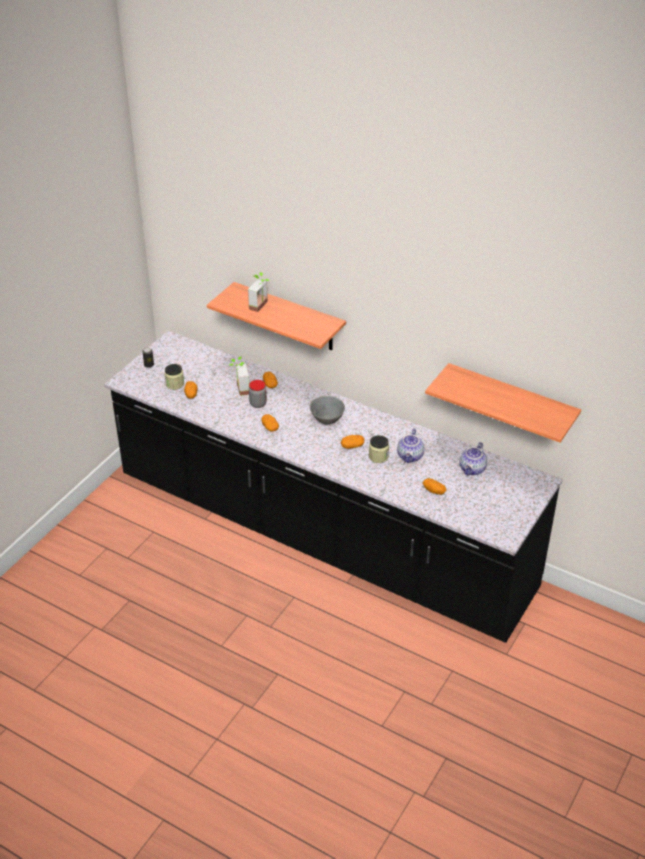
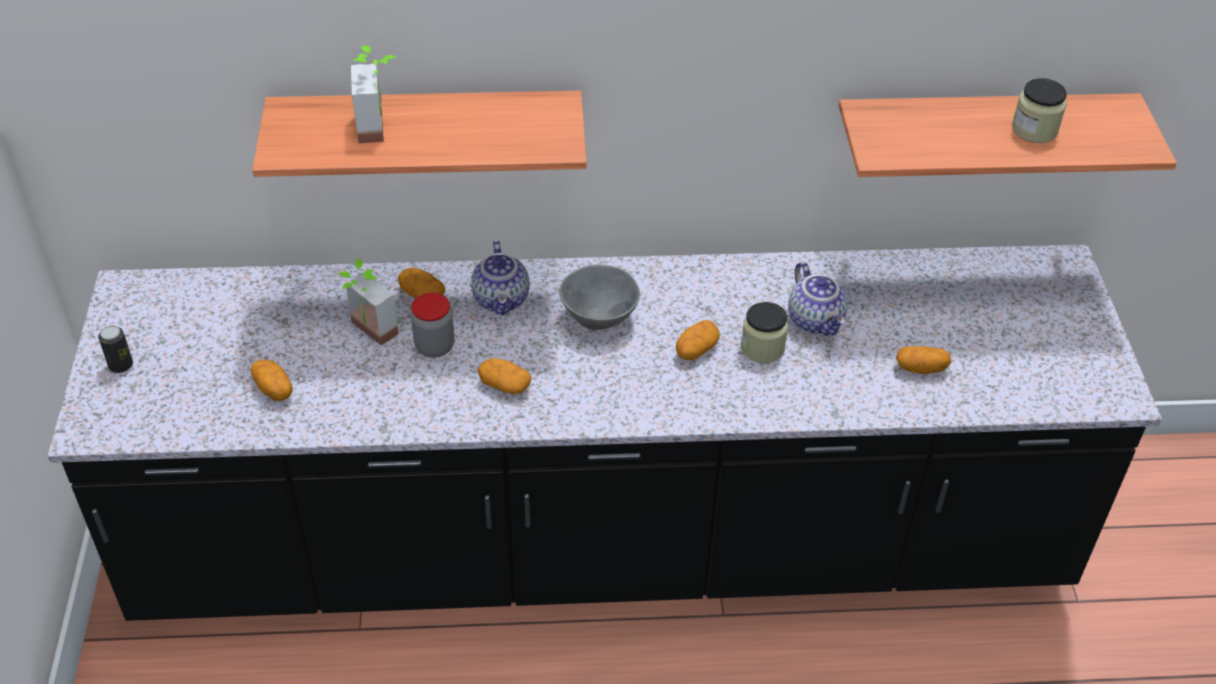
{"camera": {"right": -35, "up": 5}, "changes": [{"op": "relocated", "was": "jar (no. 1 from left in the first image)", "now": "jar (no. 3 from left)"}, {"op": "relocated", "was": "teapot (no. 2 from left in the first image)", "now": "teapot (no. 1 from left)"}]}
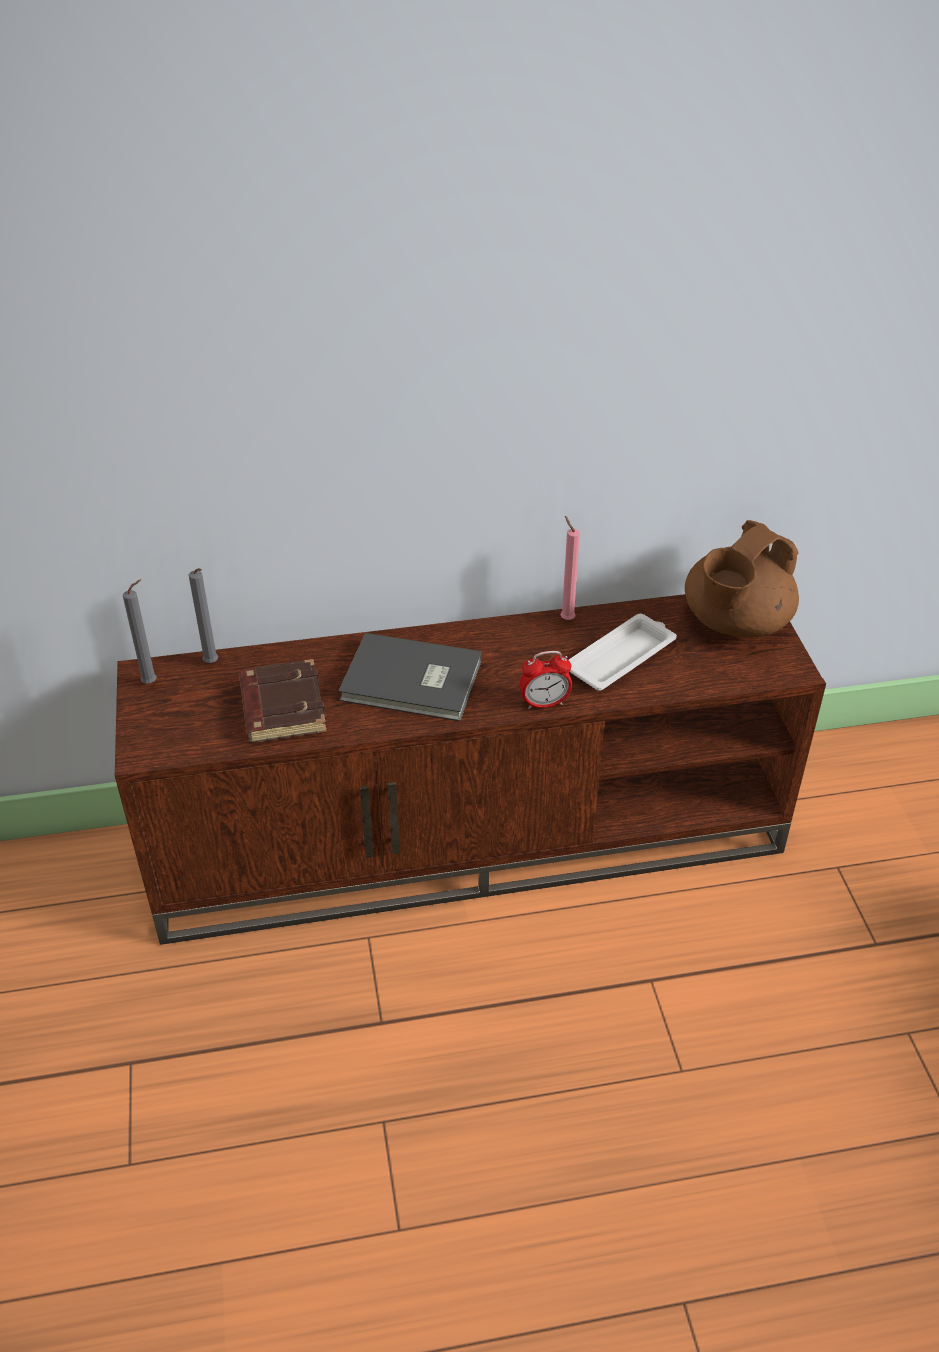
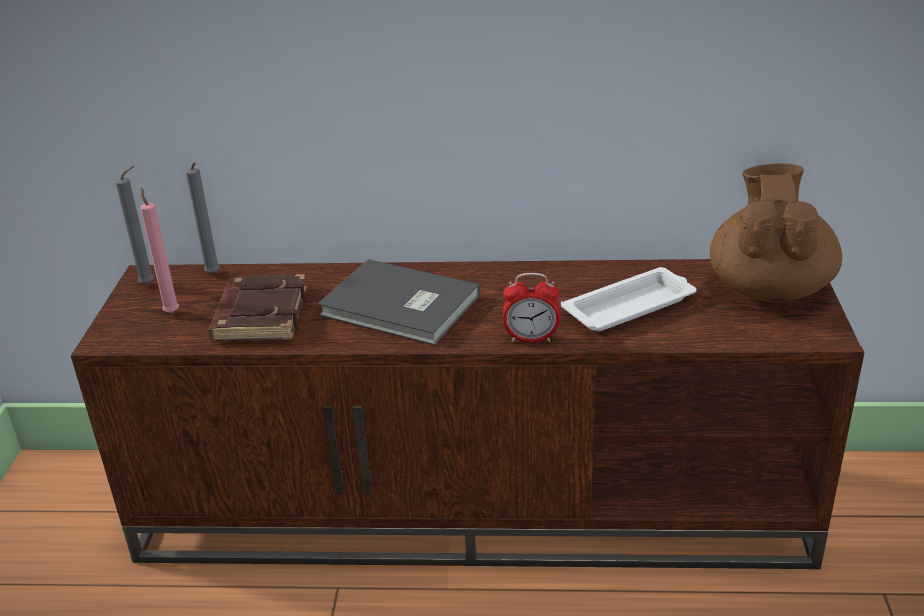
{"camera": {"right": 15, "up": -10}, "changes": [{"op": "relocated", "was": "pink candle"}, {"op": "spun", "was": "brown teapot", "clockwise": 135}]}
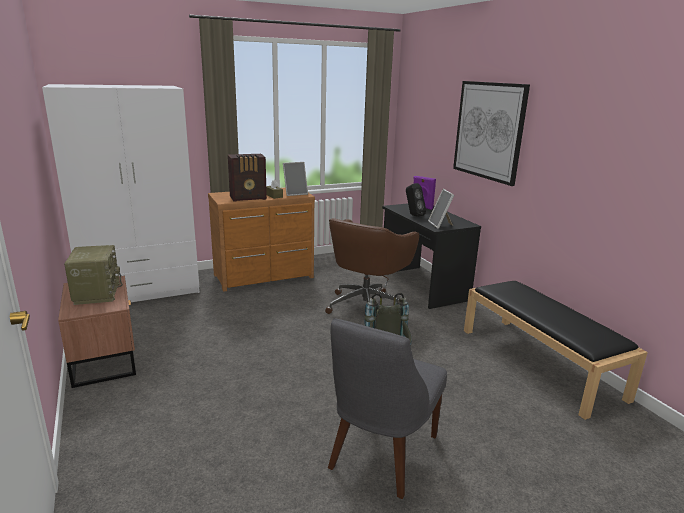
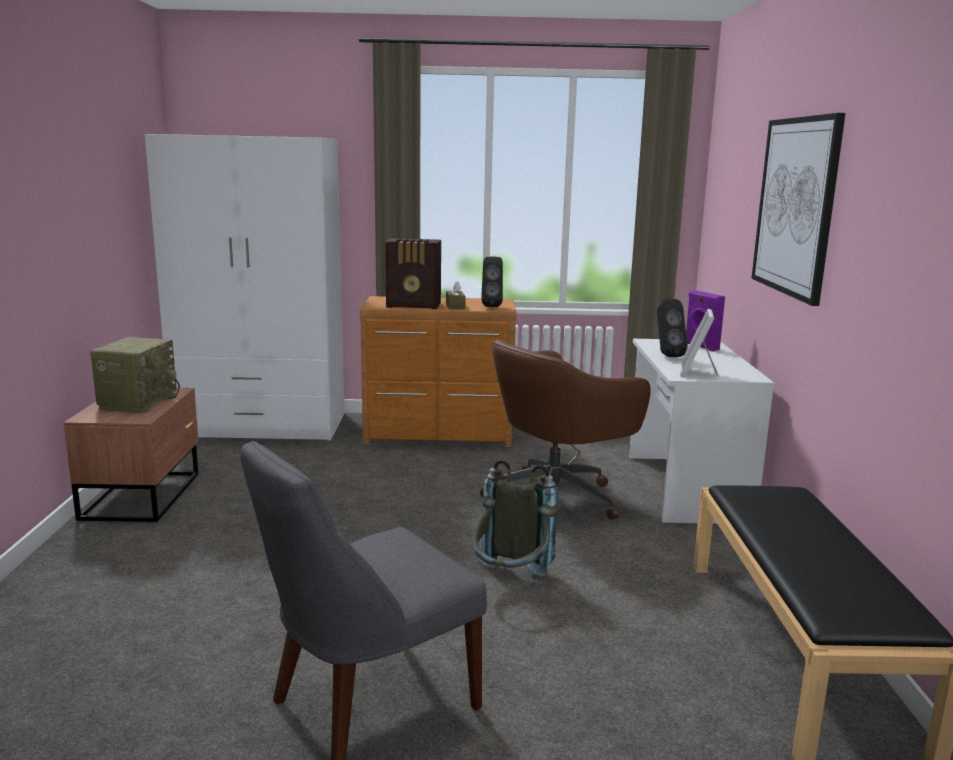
{"camera": {"right": 25, "up": -5}, "changes": [{"op": "exchanged", "was": "picture frame (no. 1 from left)", "now": "black speaker (no. 1 from left)"}, {"op": "colour", "was": "black desk", "now": "white desk"}]}
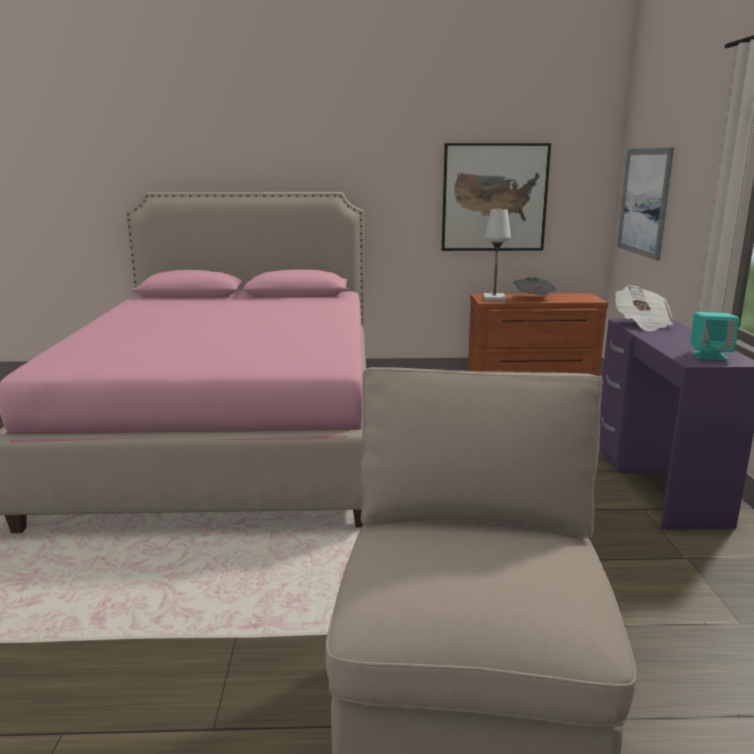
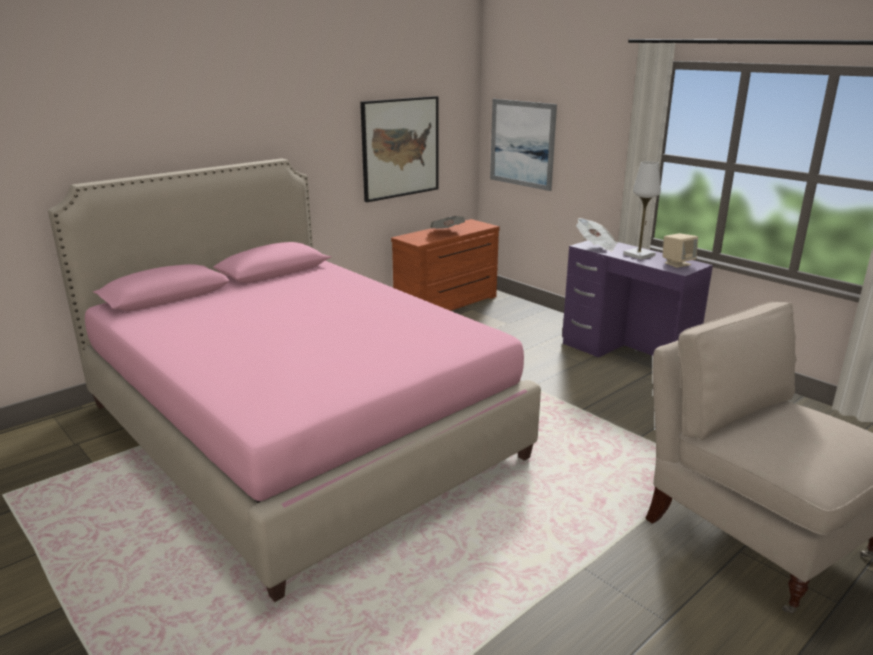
{"camera": {"right": -40, "up": 5}, "changes": [{"op": "relocated", "was": "white table lamp"}, {"op": "colour", "was": "turquoise speaker", "now": "beige speaker"}]}
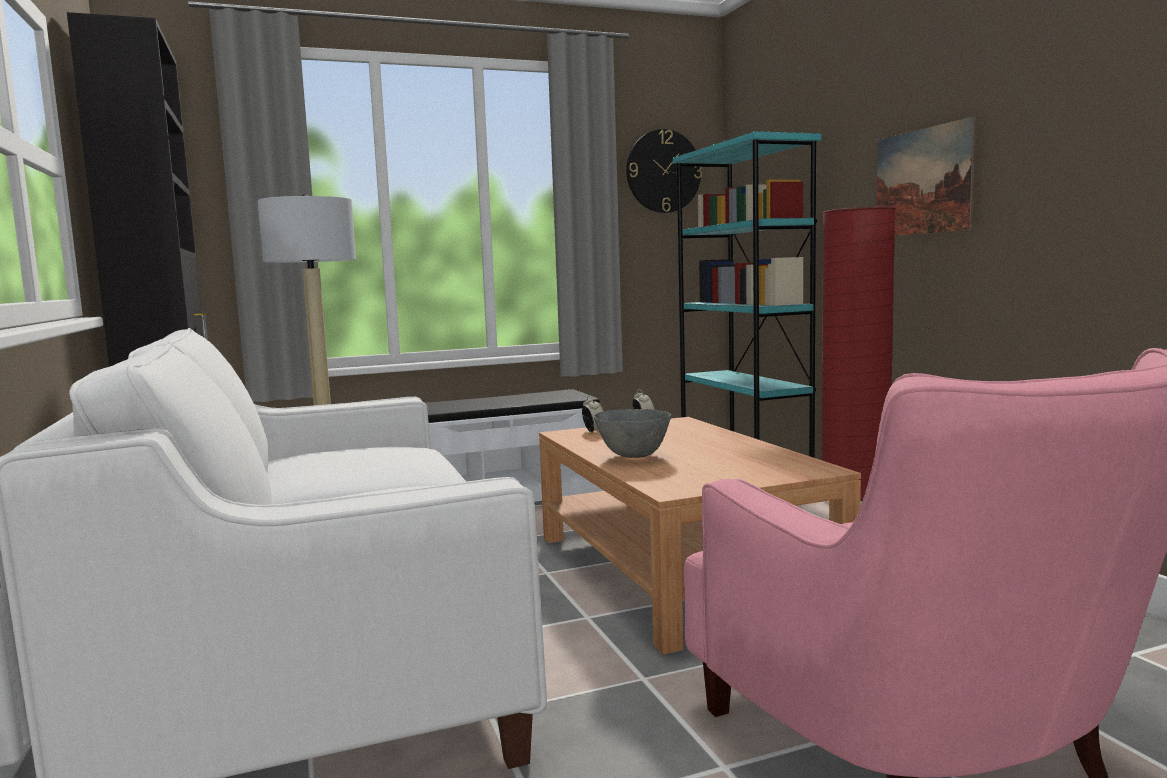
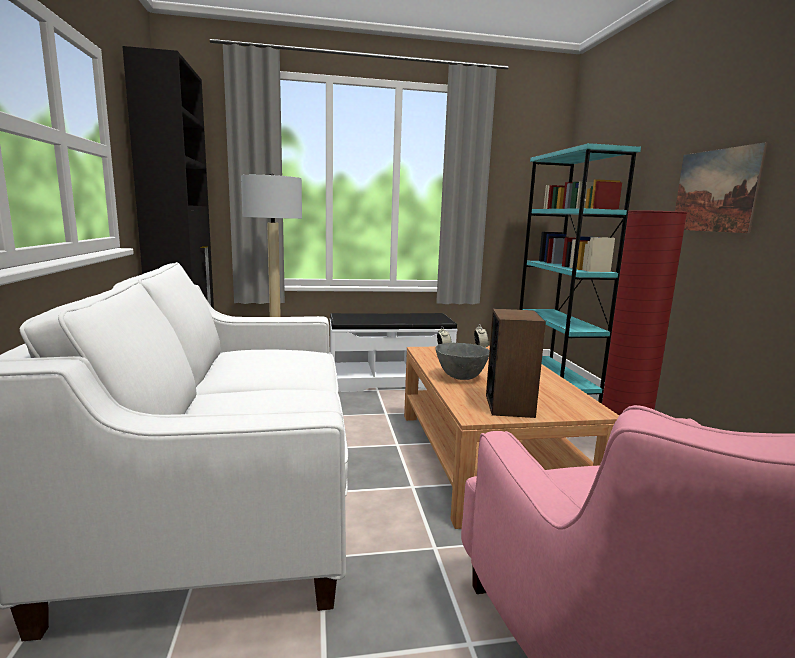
{"camera": {"right": 10, "up": 5}, "changes": [{"op": "missing", "was": "wall clock"}, {"op": "appeared", "now": "speaker"}]}
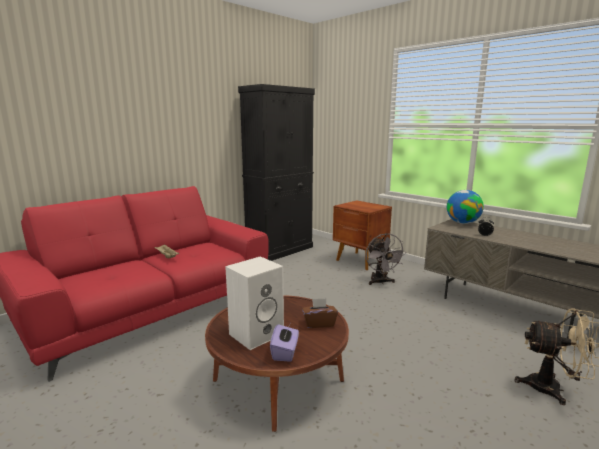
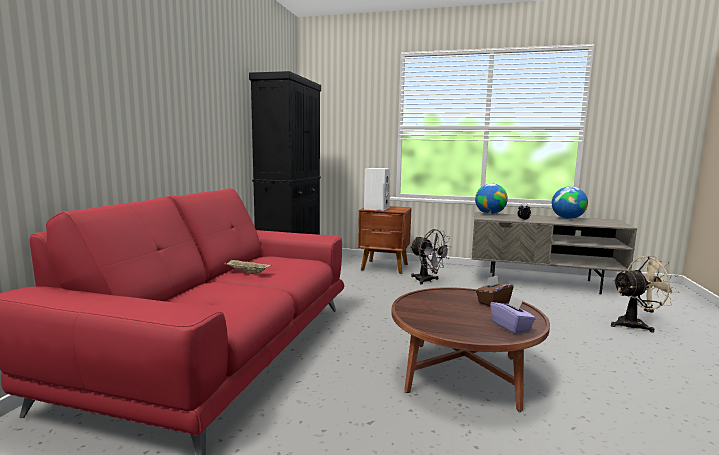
{"camera": {"right": -30, "up": -5}, "changes": [{"op": "appeared", "now": "globe (no. 2 from left)"}, {"op": "relocated", "was": "white speaker"}]}
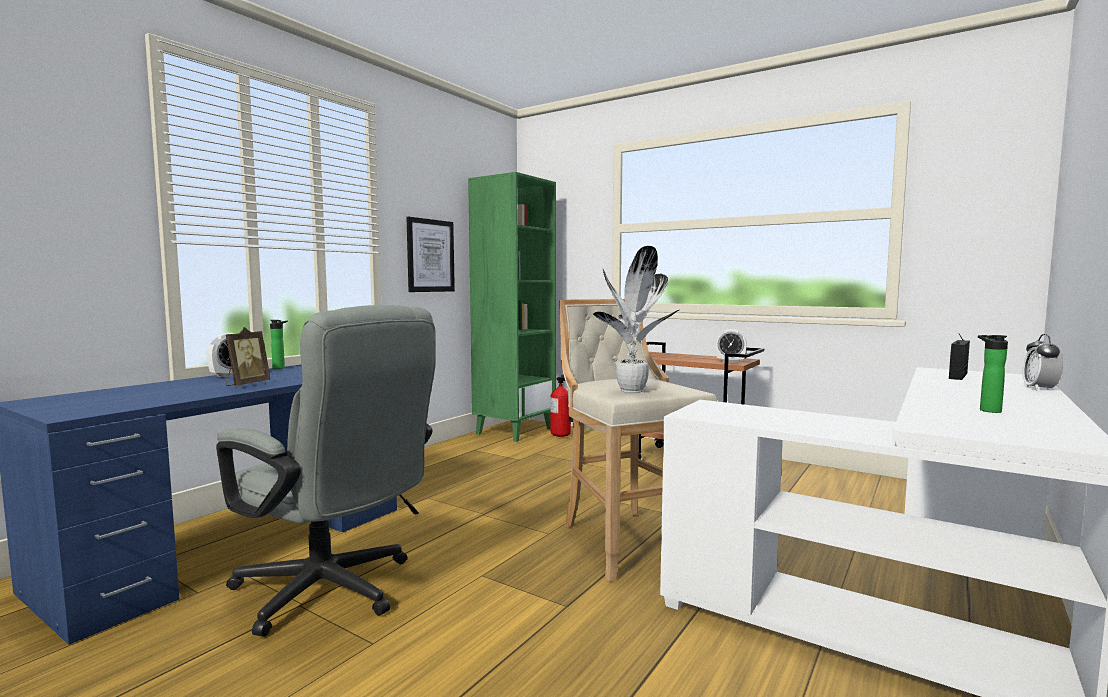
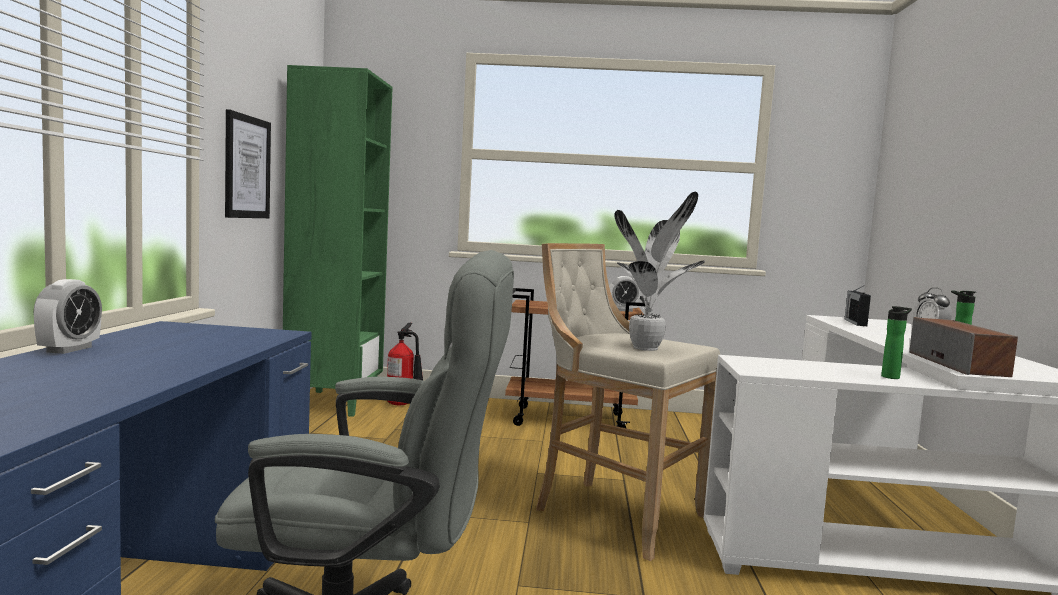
{"camera": {"right": -30, "up": 0}, "changes": [{"op": "missing", "was": "picture frame"}, {"op": "appeared", "now": "speaker"}, {"op": "relocated", "was": "bottle (no. 1 from left)"}]}
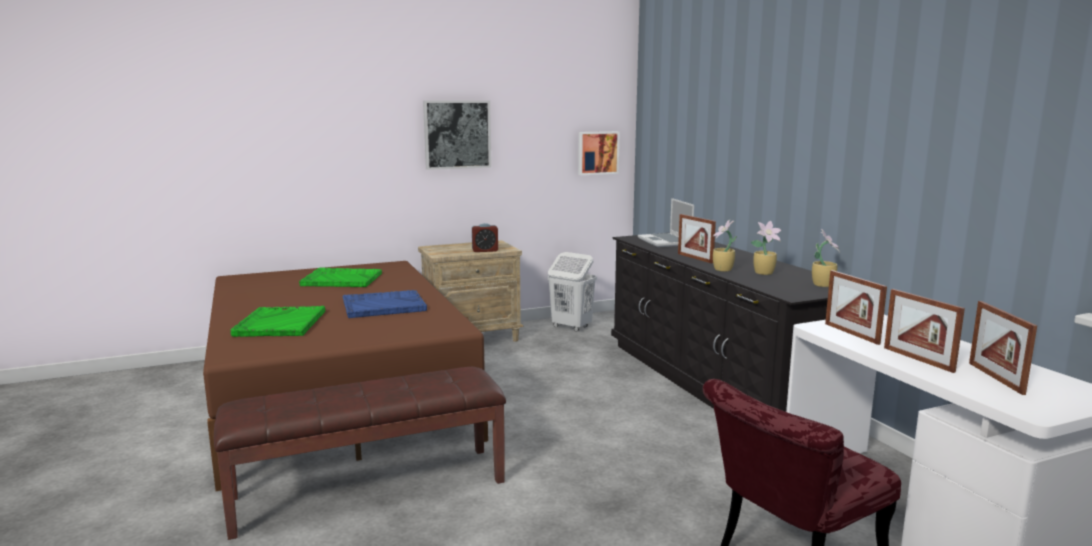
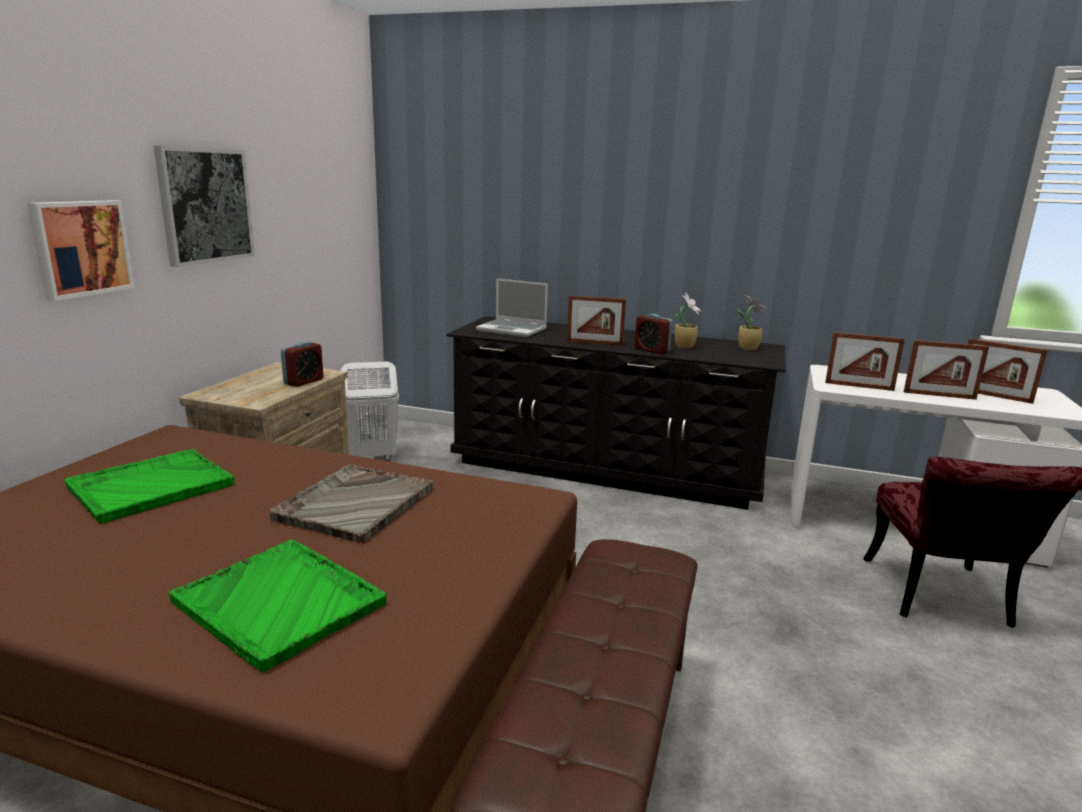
{"camera": {"right": -50, "up": 5}, "changes": [{"op": "relocated", "was": "picture (no. 2 from left in the first image)", "now": "picture (no. 1 from left)"}, {"op": "exchanged", "was": "potted plant (no. 1 from left)", "now": "alarm clock (no. 2 from left)"}, {"op": "colour", "was": "blue tray", "now": "grey tray"}]}
